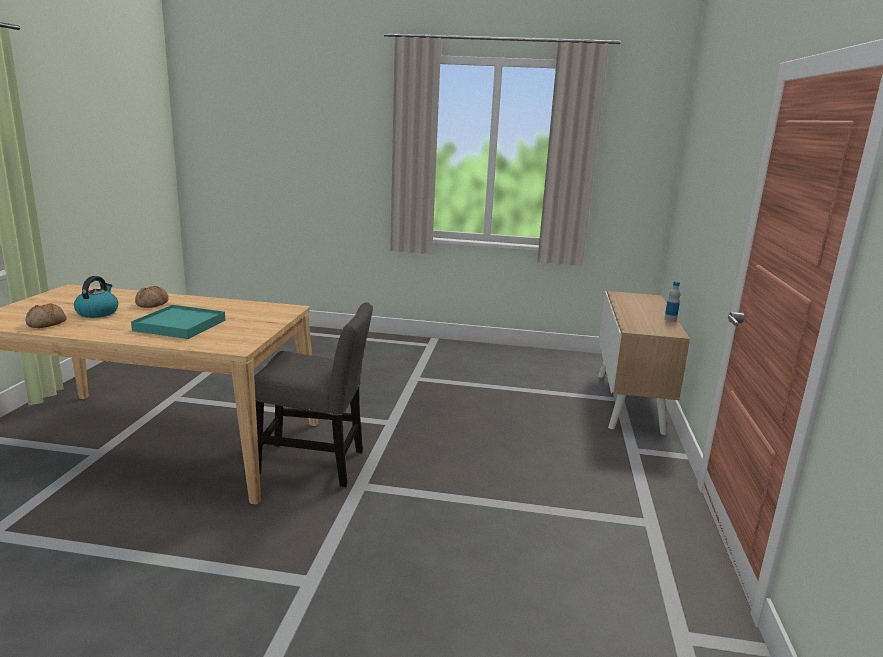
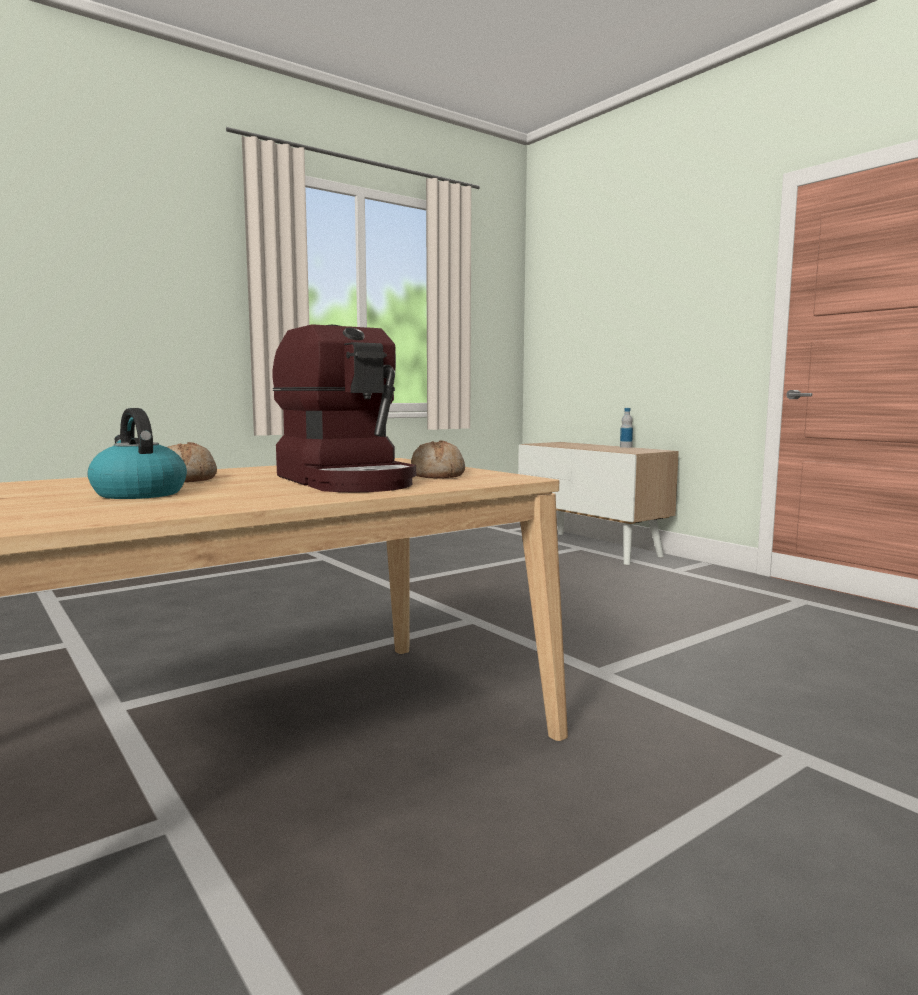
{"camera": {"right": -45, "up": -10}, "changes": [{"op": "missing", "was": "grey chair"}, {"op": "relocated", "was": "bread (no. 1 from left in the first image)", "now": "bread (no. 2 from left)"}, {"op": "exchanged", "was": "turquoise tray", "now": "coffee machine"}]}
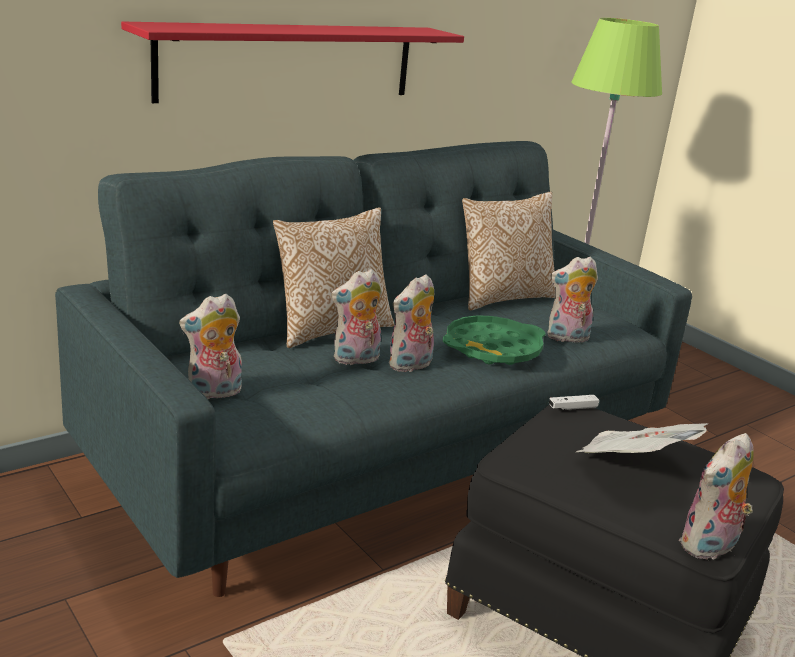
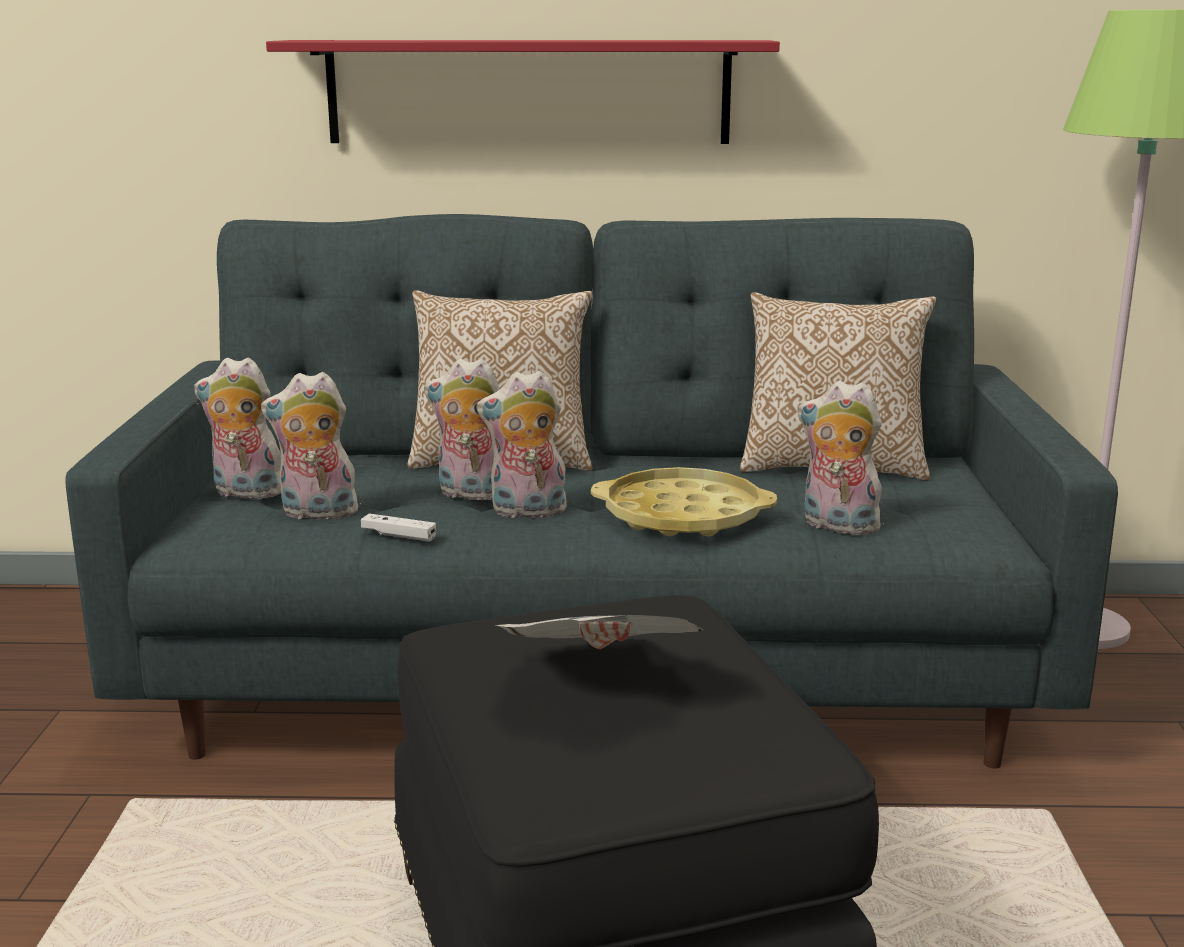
{"camera": {"right": 40, "up": -5}, "changes": [{"op": "relocated", "was": "white game controller"}, {"op": "relocated", "was": "plush toy (no. 5 from left in the first image)", "now": "plush toy (no. 2 from left)"}, {"op": "colour", "was": "green tray", "now": "yellow tray"}]}
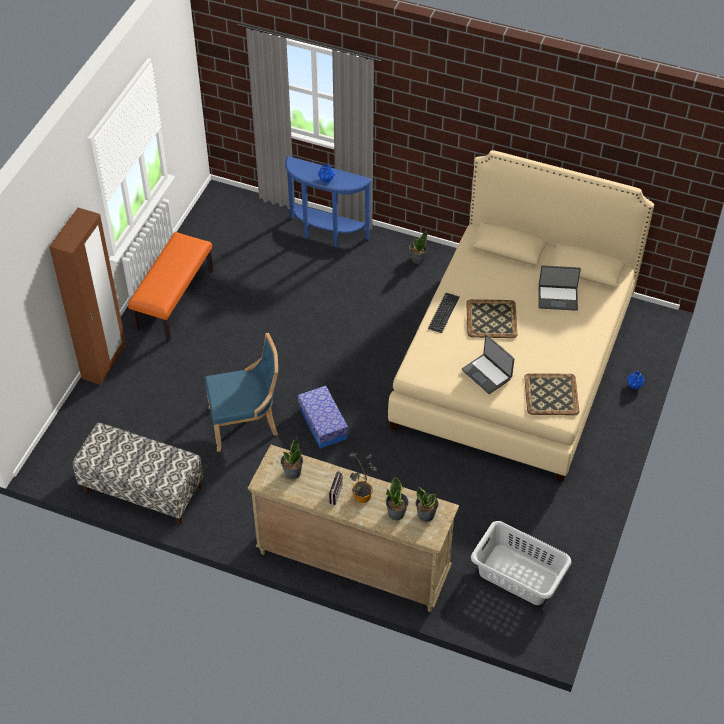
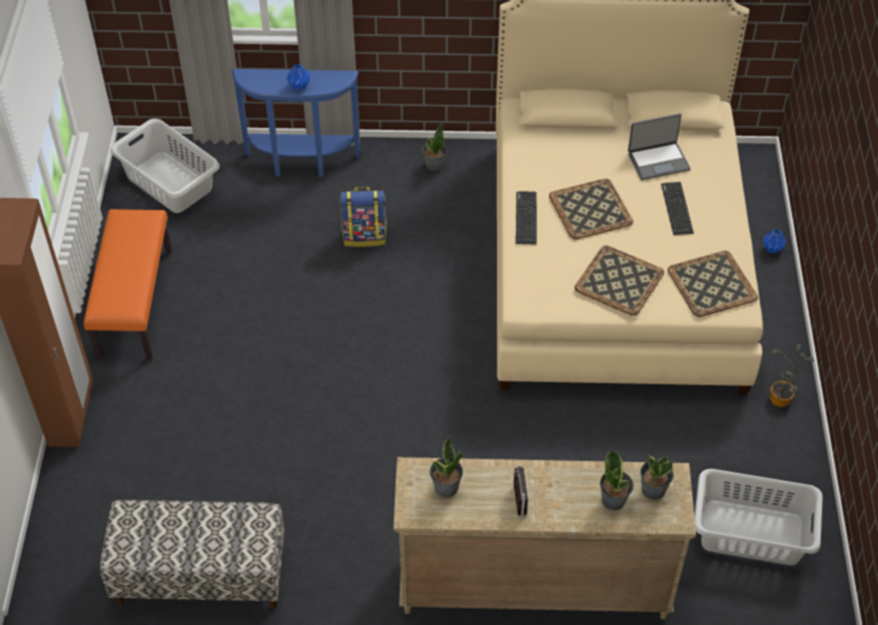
{"camera": {"right": -20, "up": 0}, "changes": [{"op": "missing", "was": "blue chair"}, {"op": "missing", "was": "storage box"}, {"op": "appeared", "now": "grey laundry basket (no. 1 from left)"}, {"op": "appeared", "now": "backpack"}, {"op": "appeared", "now": "keyboard (no. 2 from left)"}, {"op": "relocated", "was": "potted plant (no. 2 from left in the first image)", "now": "potted plant (no. 5 from left)"}, {"op": "exchanged", "was": "laptop (no. 1 from left)", "now": "tray (no. 2 from left)"}]}
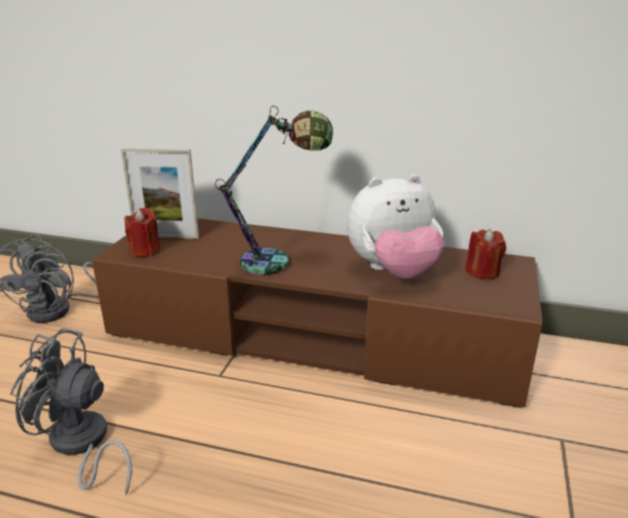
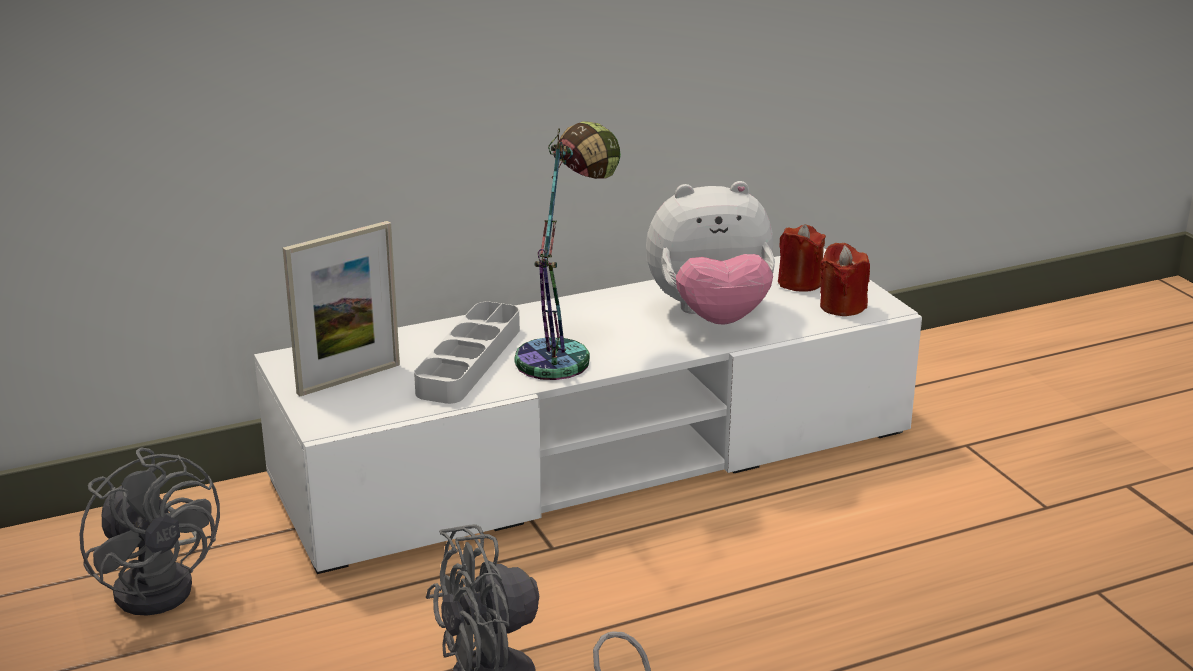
{"camera": {"right": -40, "up": 0}, "changes": [{"op": "appeared", "now": "grey tray"}, {"op": "relocated", "was": "red candle (no. 1 from left in the first image)", "now": "red candle (no. 2 from left)"}, {"op": "colour", "was": "brown tv stand", "now": "white tv stand"}, {"op": "spun", "was": "plush toy", "clockwise": 45}]}
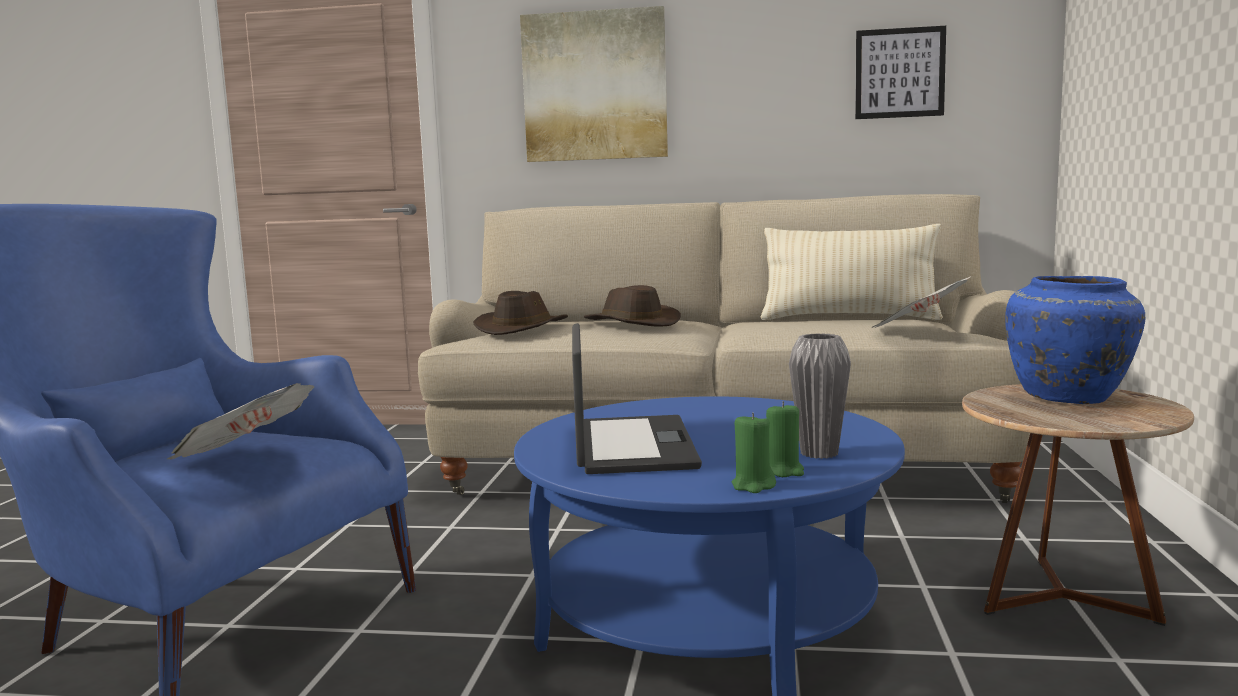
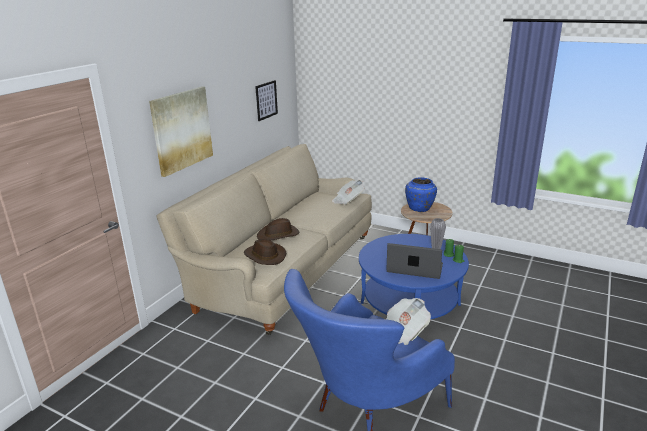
{"camera": {"right": -70, "up": 15}, "changes": [{"op": "missing", "was": "beige pillow"}]}
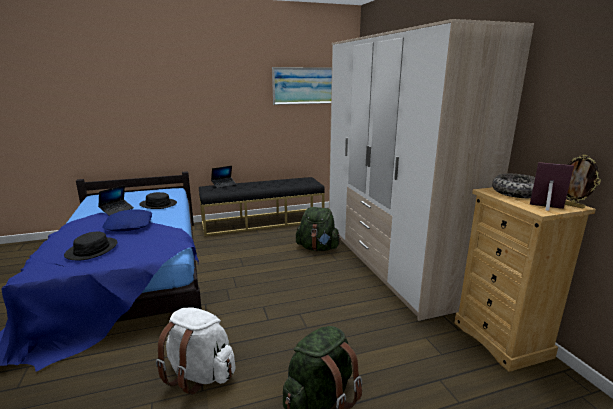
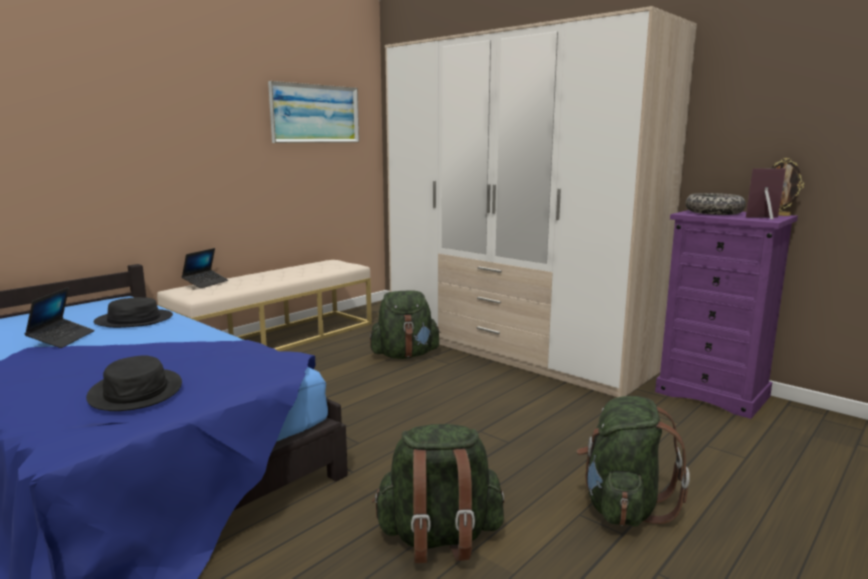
{"camera": {"right": -30, "up": -5}, "changes": [{"op": "missing", "was": "blue pillow"}, {"op": "colour", "was": "white backpack", "now": "green backpack (no. 2 from left)"}, {"op": "colour", "was": "black bench", "now": "beige bench"}, {"op": "colour", "was": "beige dresser", "now": "purple dresser"}]}
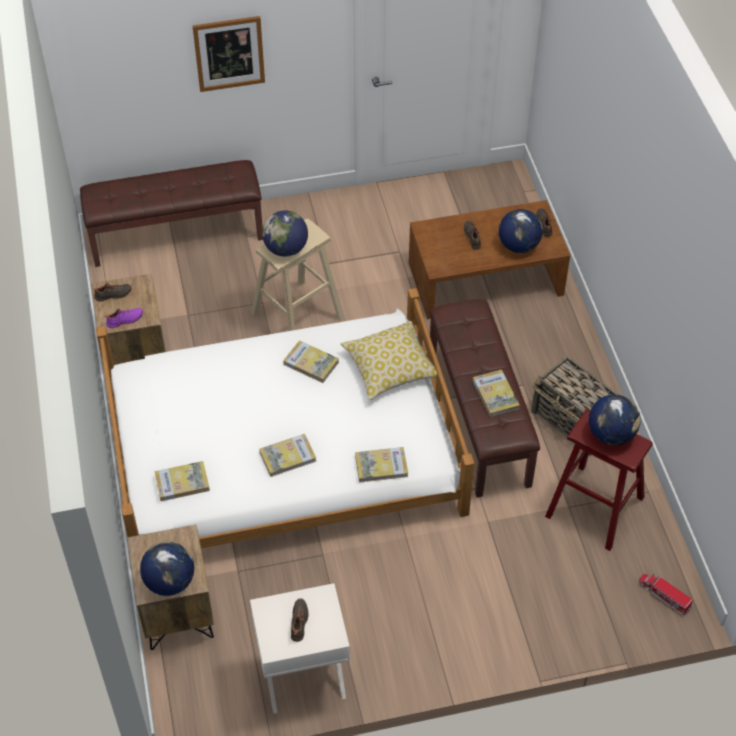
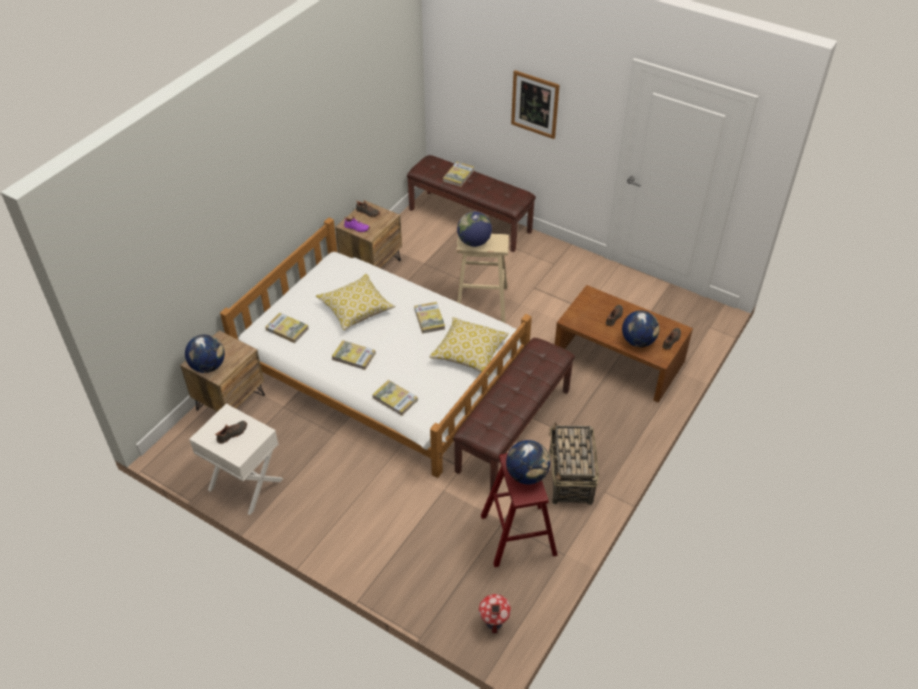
{"camera": {"right": 45, "up": -5}, "changes": [{"op": "appeared", "now": "pillow (no. 1 from left)"}, {"op": "relocated", "was": "book (no. 5 from left)"}, {"op": "exchanged", "was": "toy truck", "now": "toy house"}]}
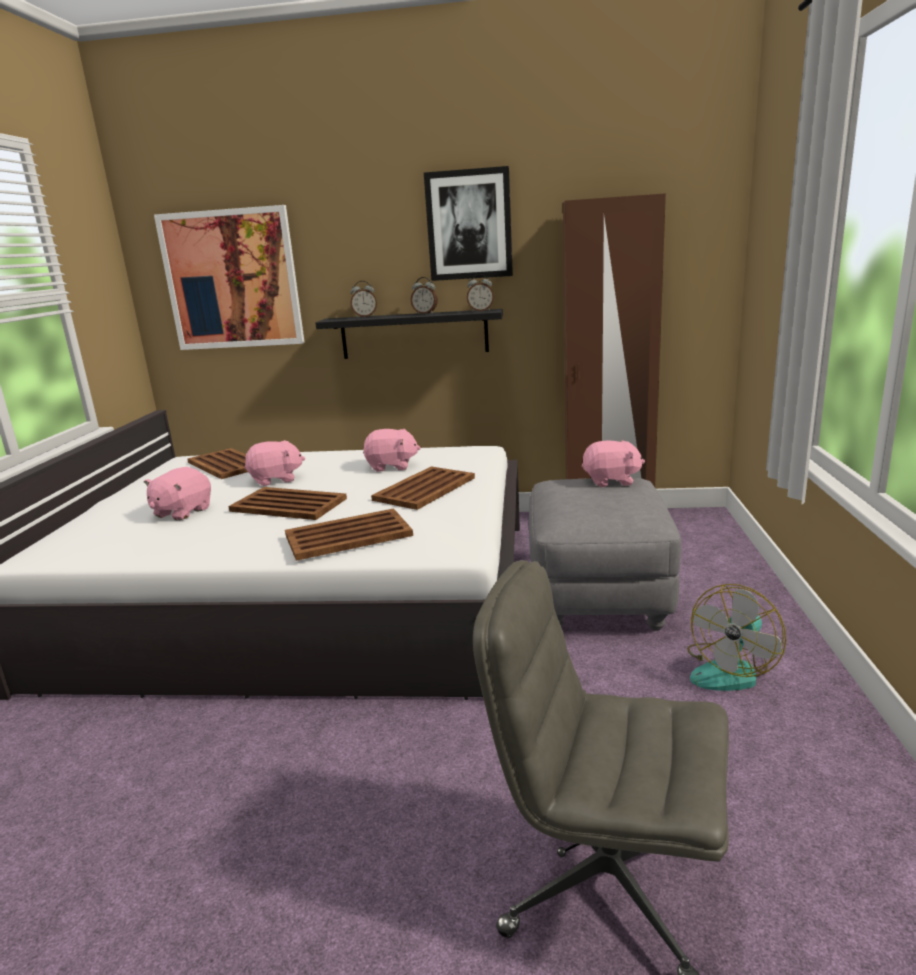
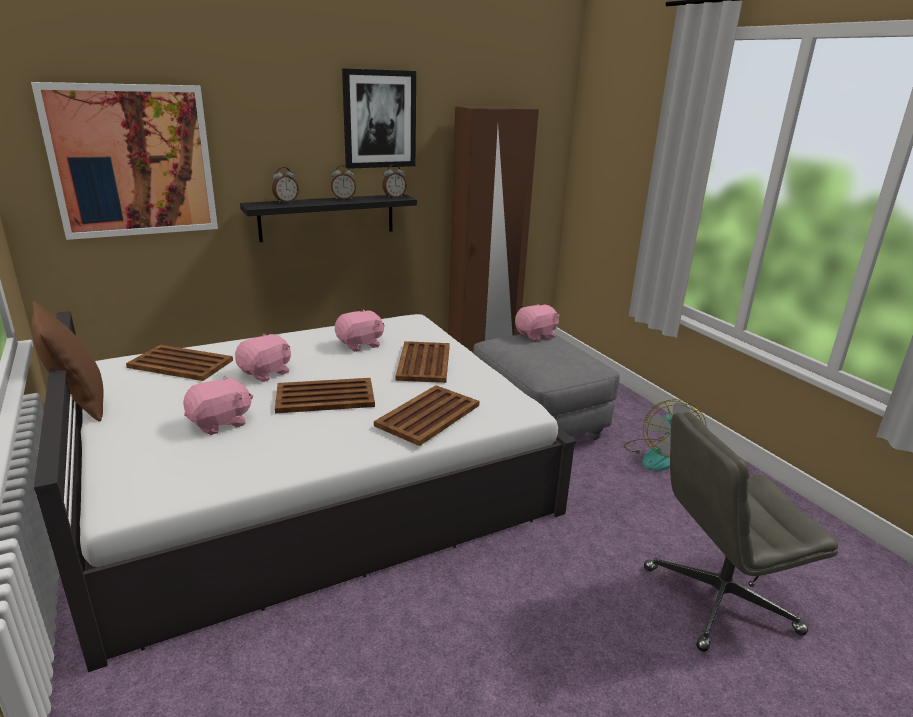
{"camera": {"right": -35, "up": 5}, "changes": [{"op": "appeared", "now": "brown pillow"}, {"op": "spun", "was": "pink plush toy (no. 1 from left)", "clockwise": -120}]}
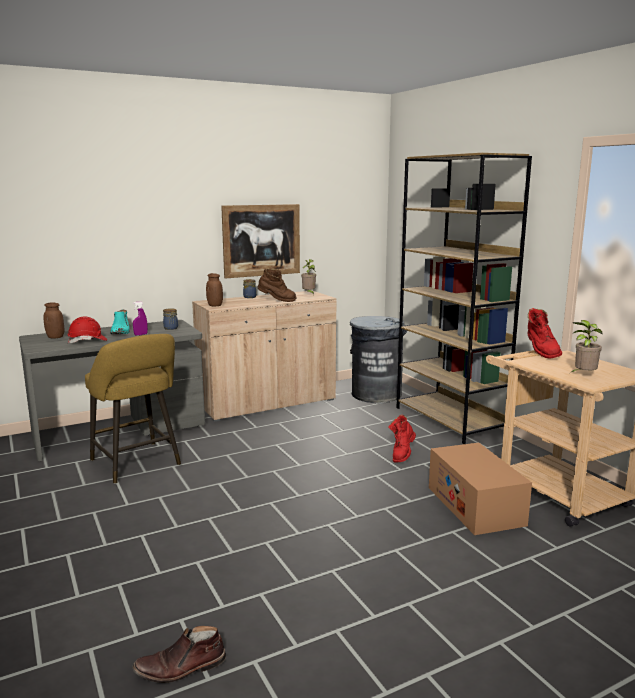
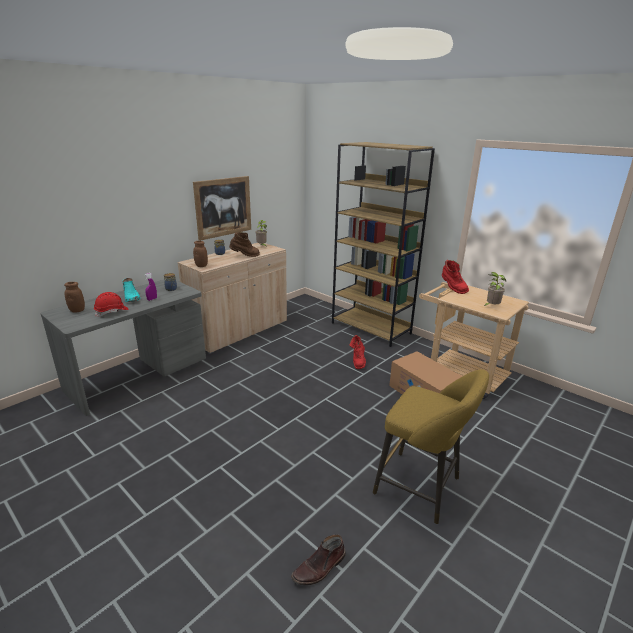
{"camera": {"right": -20, "up": 10}, "changes": [{"op": "missing", "was": "grey trash can"}, {"op": "relocated", "was": "yellow stool"}]}
